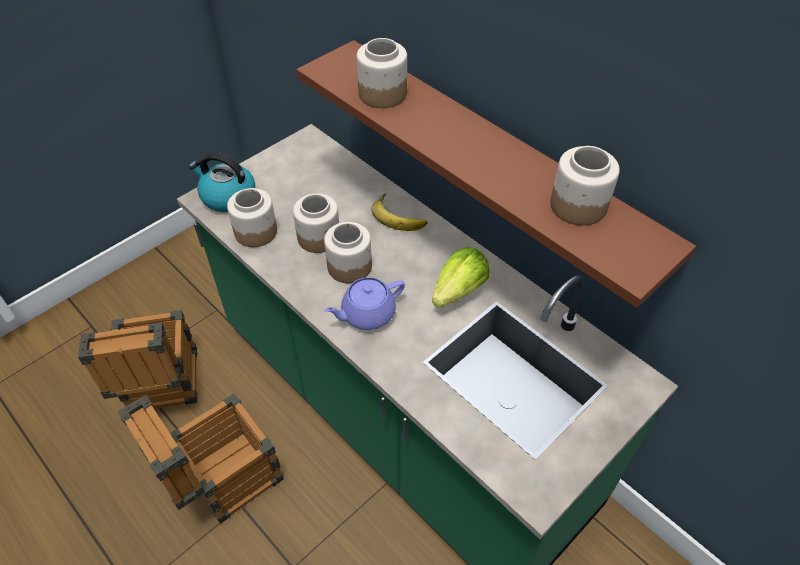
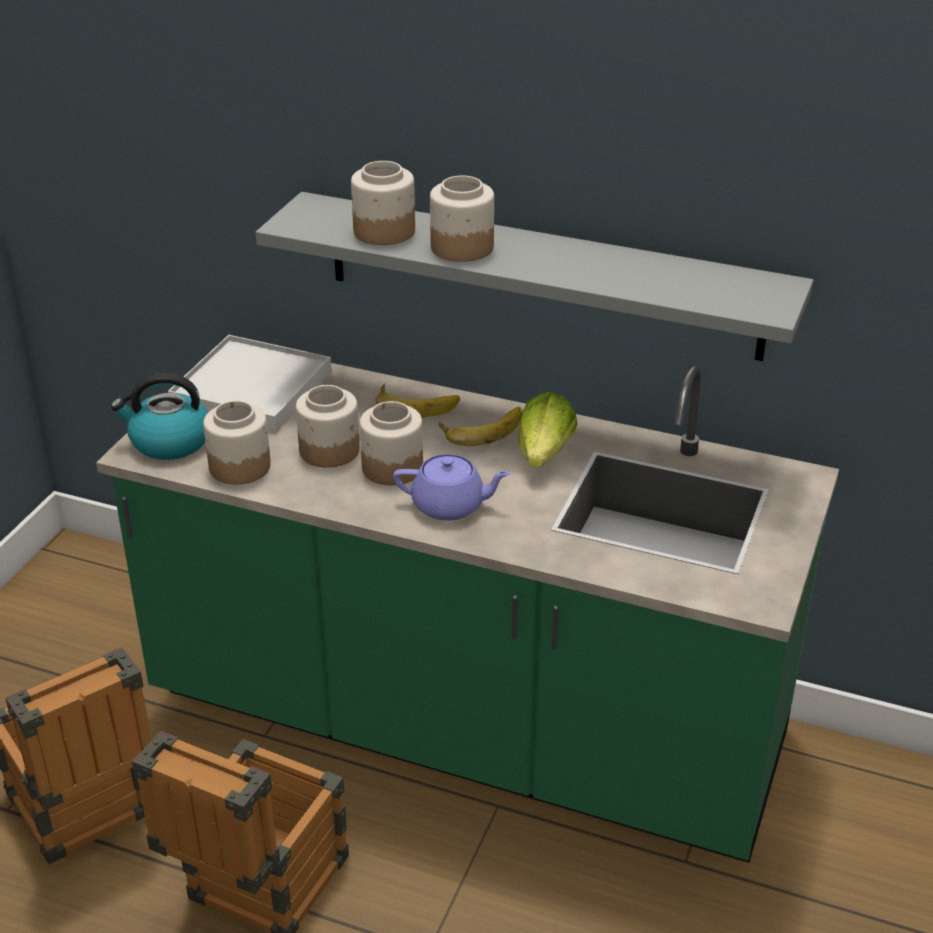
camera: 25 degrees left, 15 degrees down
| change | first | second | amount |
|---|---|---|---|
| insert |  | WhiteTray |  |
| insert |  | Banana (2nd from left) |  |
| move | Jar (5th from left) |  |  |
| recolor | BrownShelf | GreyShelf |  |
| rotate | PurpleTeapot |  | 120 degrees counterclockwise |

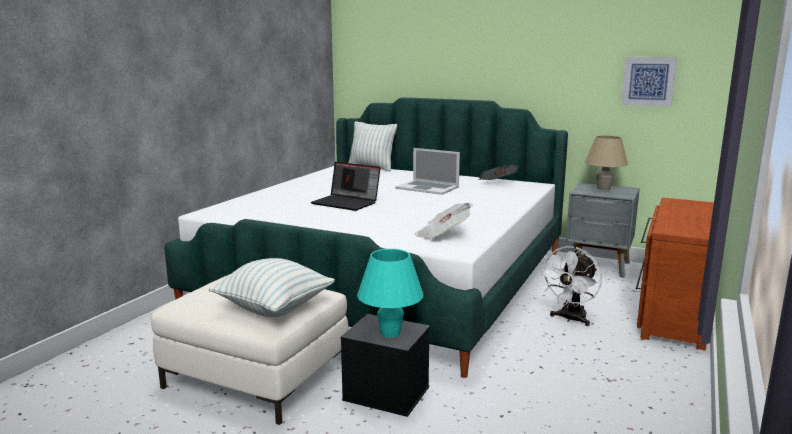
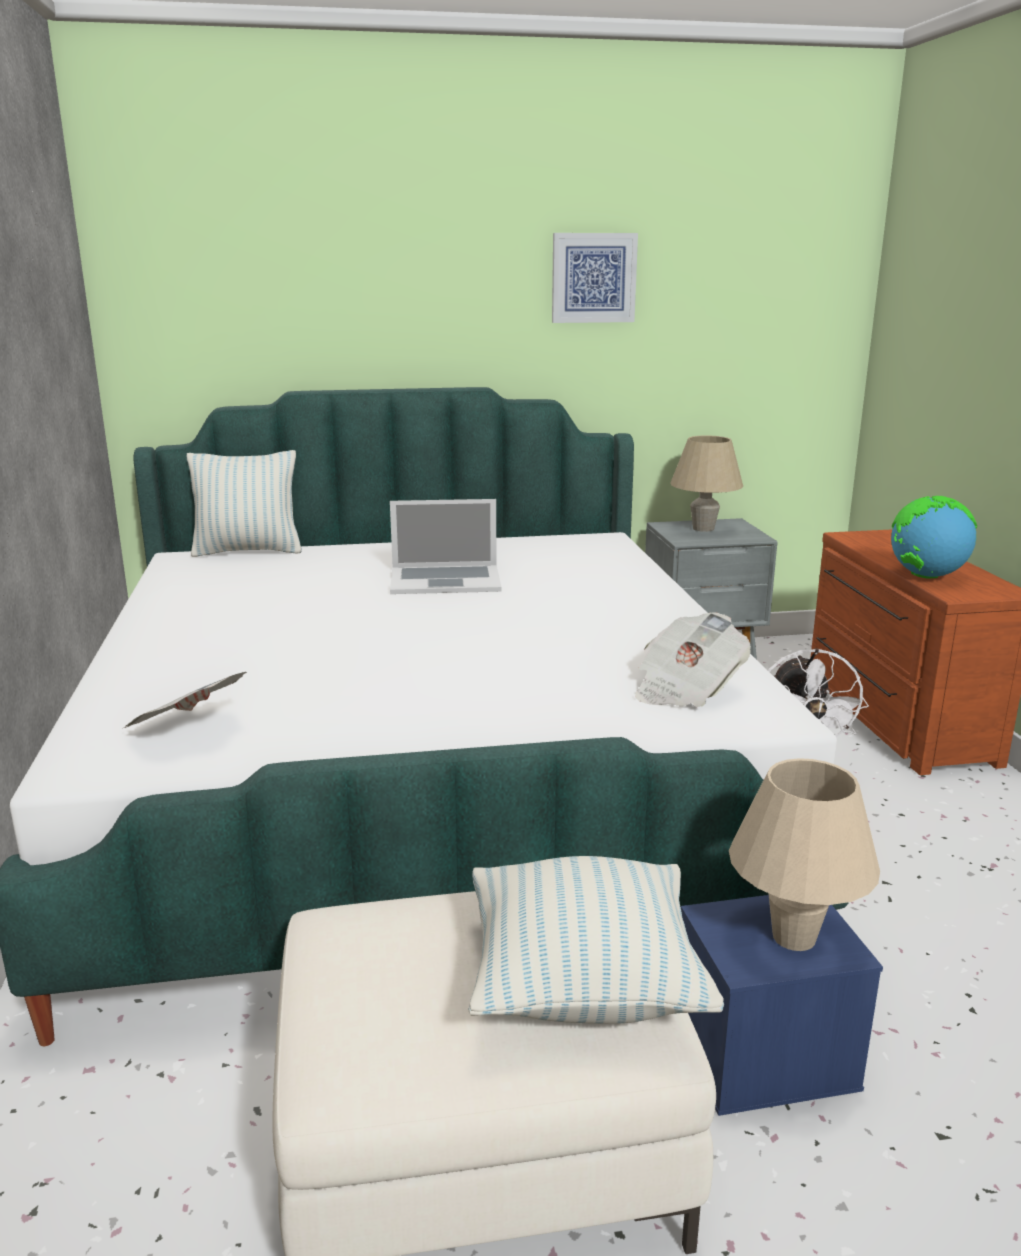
camera: 35 degrees left, 5 degrees up
| change | first | second | amount |
|---|---|---|---|
| delete | Laptop (1st from left) |  |  |
| insert |  | Globe |  |
| move | Newspaper (2nd from left in the first image) | Newspaper (1st from left) |  |
| move | Picture |  |  |
| recolor | BlackStorageBox | BlueStorageBox |  |
| recolor | TurquoiseTableLamp | BeigeTableLamp (2nd from left) |  |

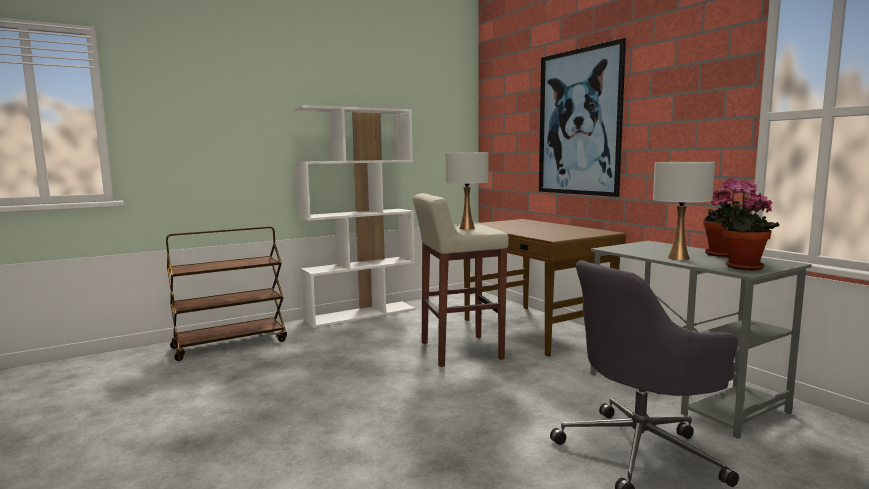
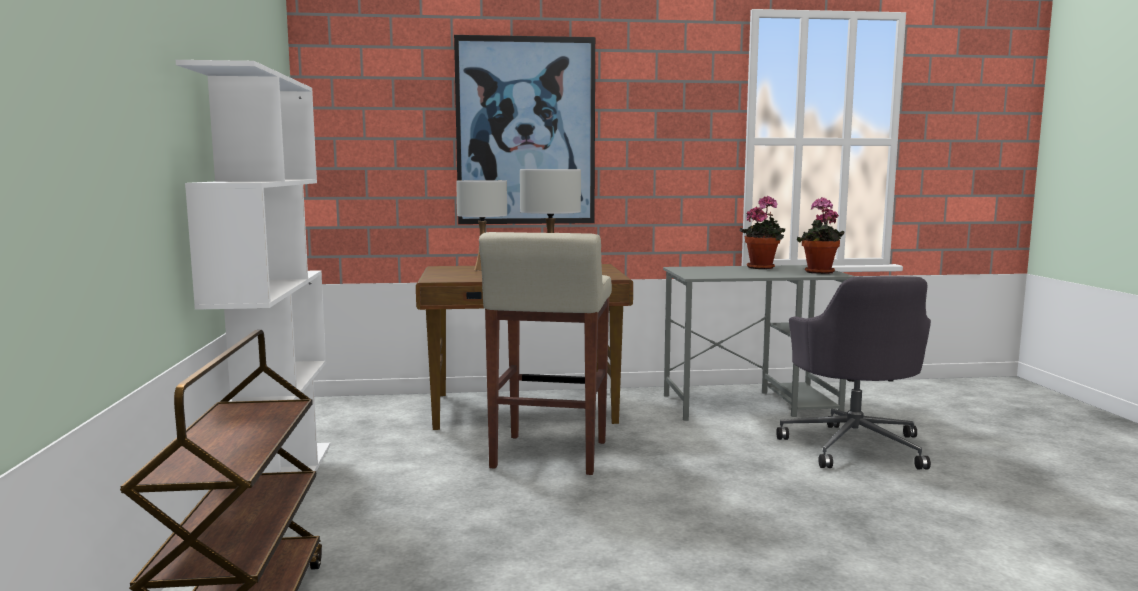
camera: 65 degrees left, 0 degrees up
| change | first | second | amount |
|---|---|---|---|
| move | WhiteTableLamp (2nd from left in the first image) | WhiteTableLamp (1st from left) |  |

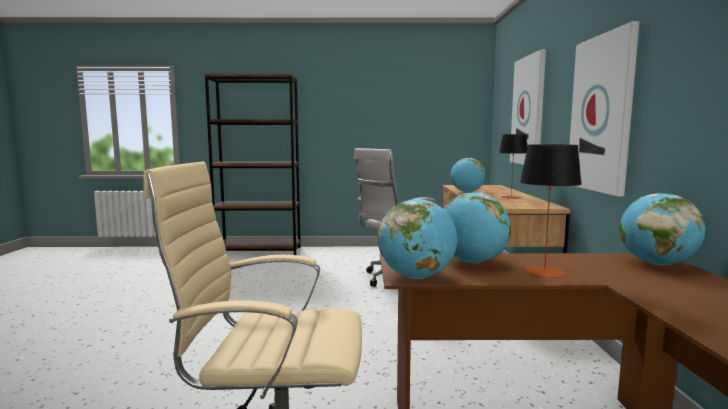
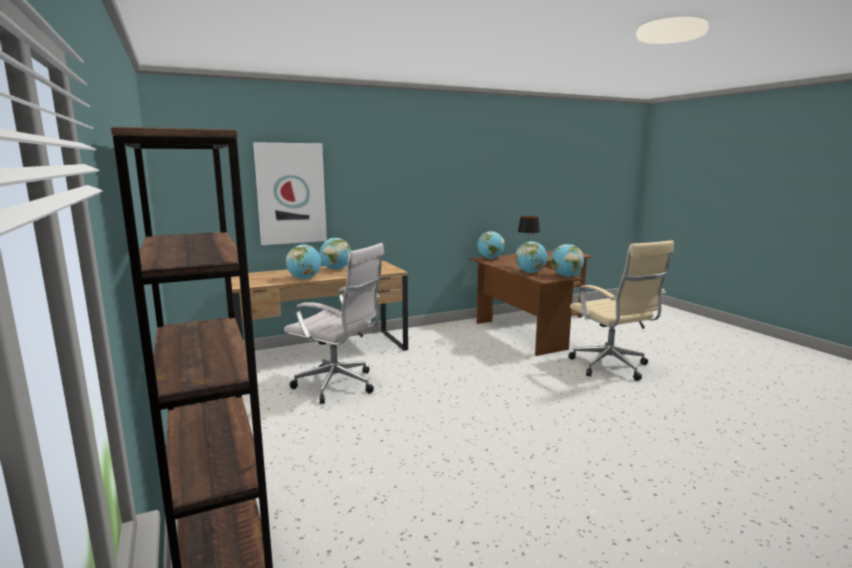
camera: 115 degrees left, 5 degrees up
| change | first | second | amount |
|---|---|---|---|
| delete | Picture (2nd from left) |  |  |
| replace | TableLamp (1st from left) | Globe (2nd from left) |  |

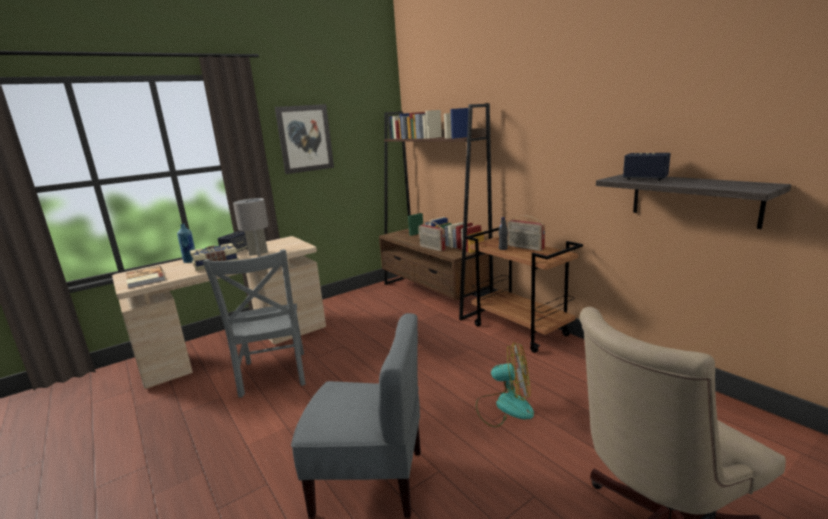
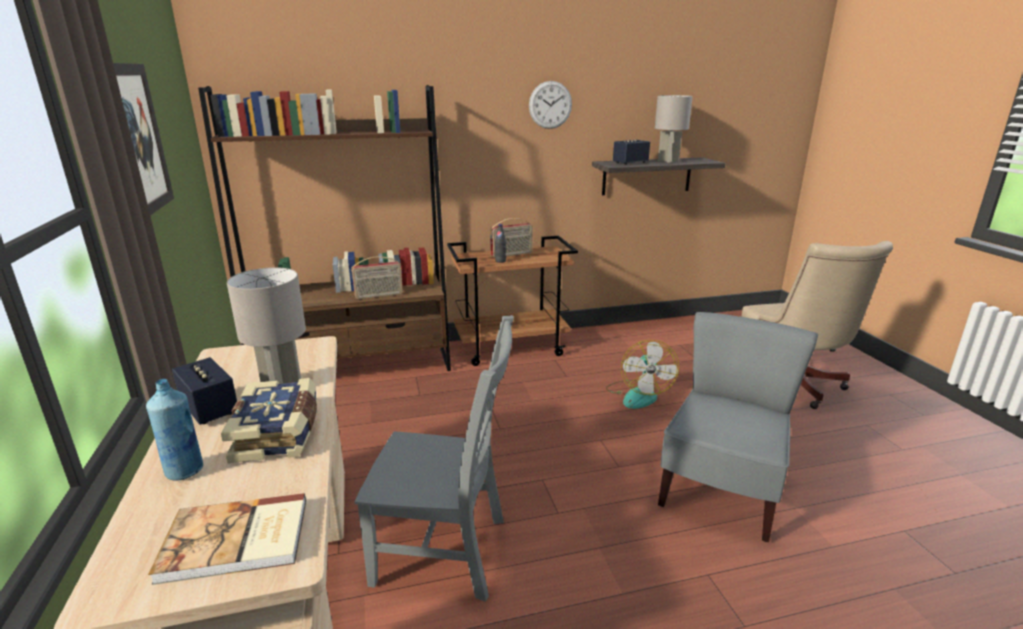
camera: 70 degrees left, 5 degrees up
| change | first | second | amount |
|---|---|---|---|
| insert |  | WallClock |  |
| insert |  | GreyTableLamp (2nd from left) |  |
| rotate | Fan |  | 150 degrees clockwise |

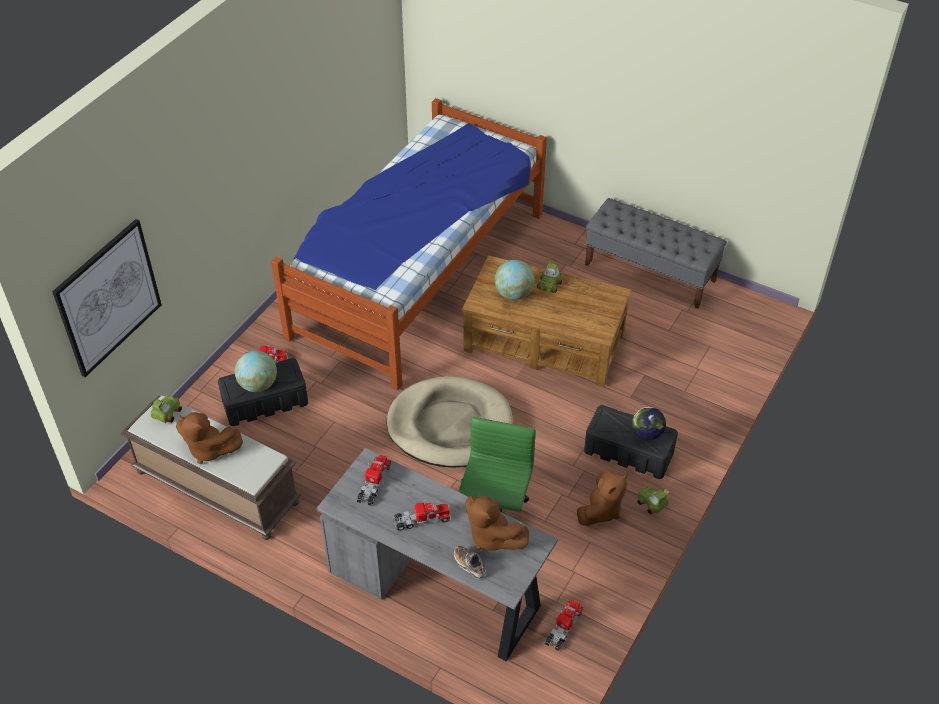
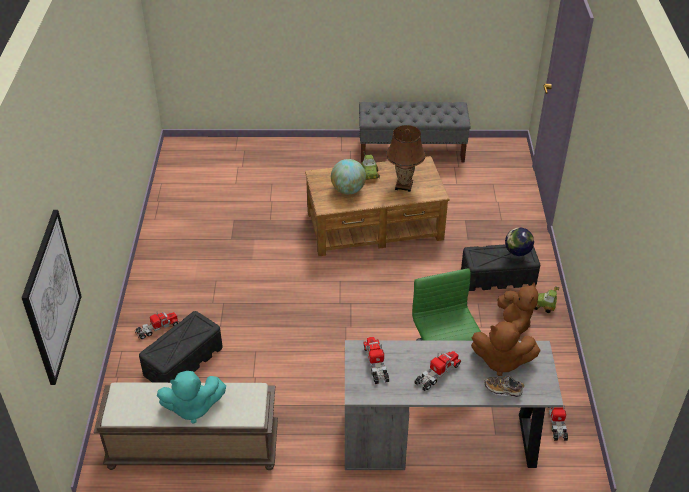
camera: 30 degrees left, 5 degrees down
| change | first | second | amount |
|---|---|---|---|
| delete | ToyCar (1st from left) |  |  |
| delete | Globe (1st from left) |  |  |
| delete | Bed |  |  |
| delete | BeigeDogBed |  |  |
| insert |  | BrownTableLamp |  |
| recolor | BrownPlushToy (1st from left) | TurquoisePlushToy |  |

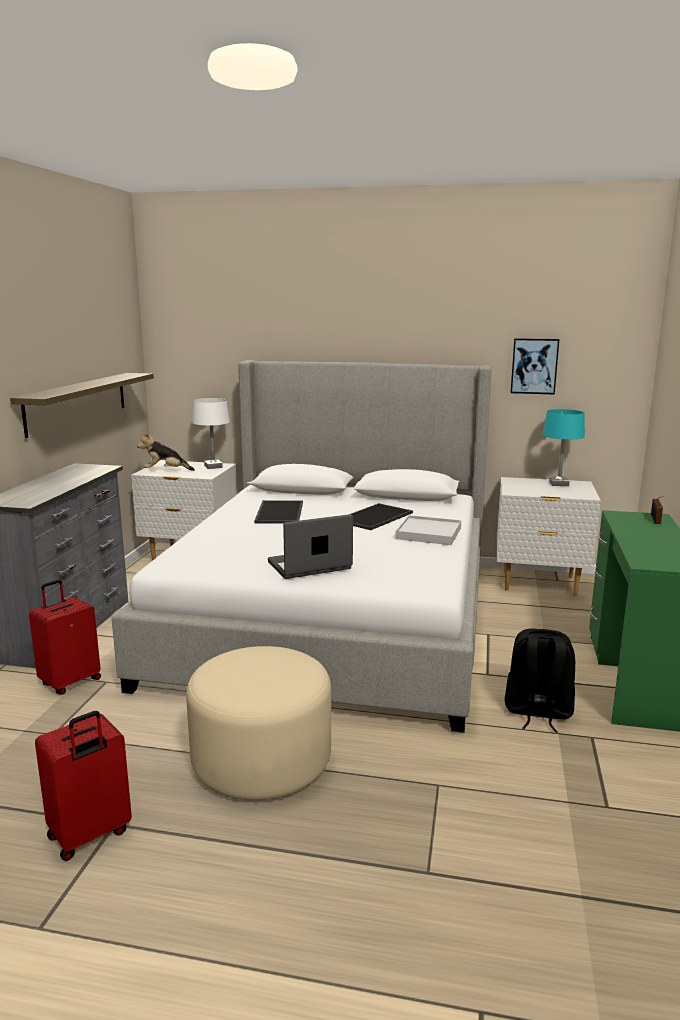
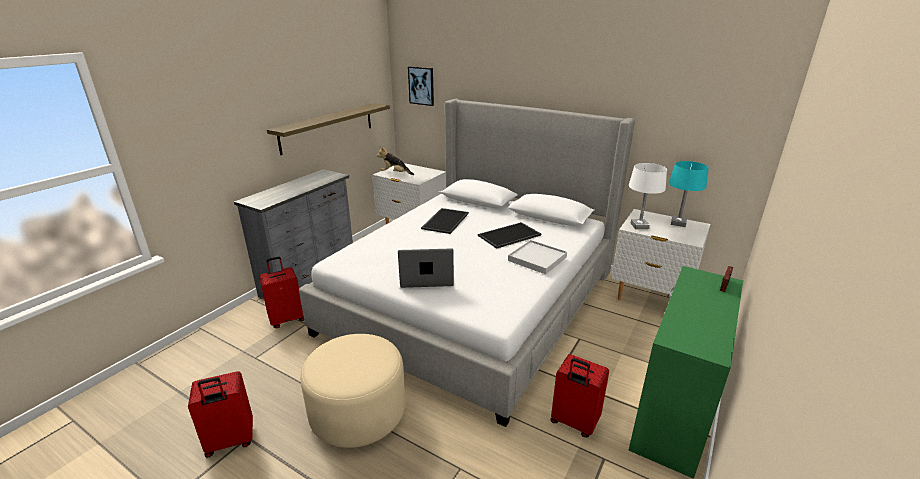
camera: 20 degrees right, 10 degrees up
| change | first | second | amount |
|---|---|---|---|
| move | WhiteTableLamp |  |  |
| move | Picture |  |  |
| replace | BlackBackpack | RedSuitcase (3rd from left) |  |

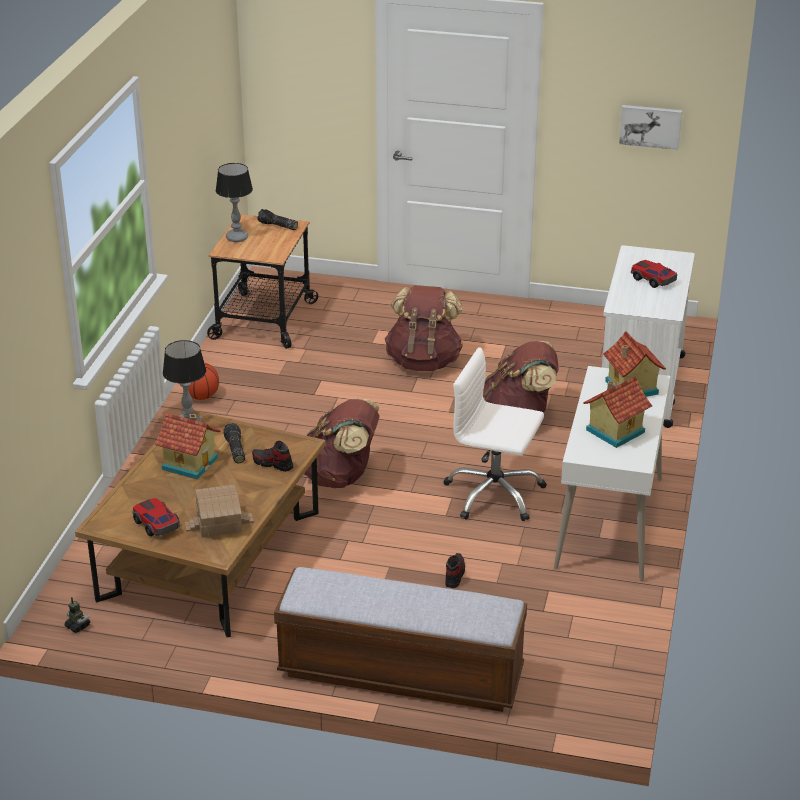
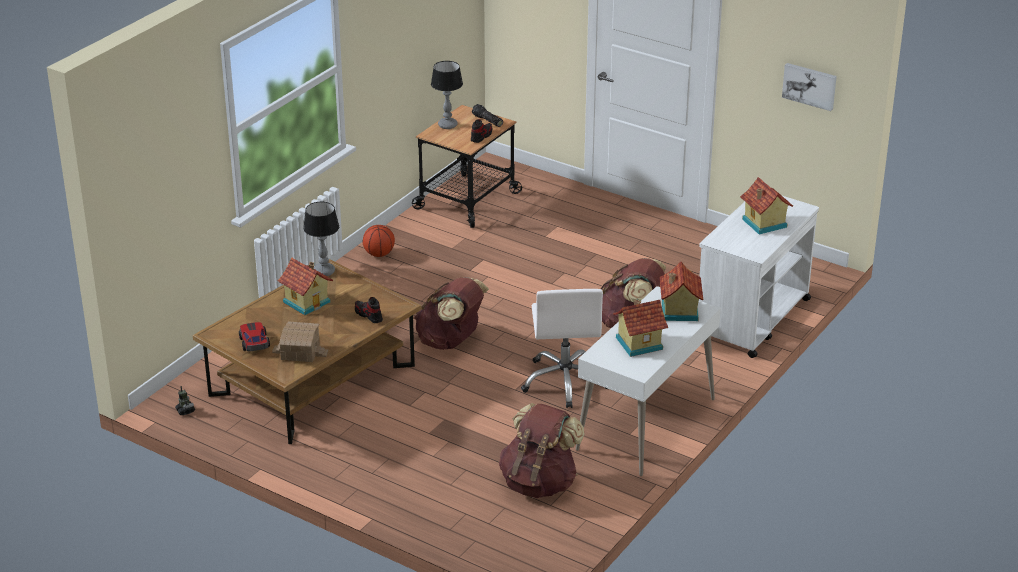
camera: 20 degrees right, 0 degrees up
| change | first | second | amount |
|---|---|---|---|
| delete | Flashlight (1st from left) |  |  |
| delete | Bench |  |  |
| move | BrownBackpack (2nd from left) |  |  |
| move | Shoe (2nd from left) |  |  |
| replace | ToyCar (2nd from left) | ToyHouse (5th from left) |  |
| rotate | WhiteOfficeChair |  | 135 degrees counterclockwise |

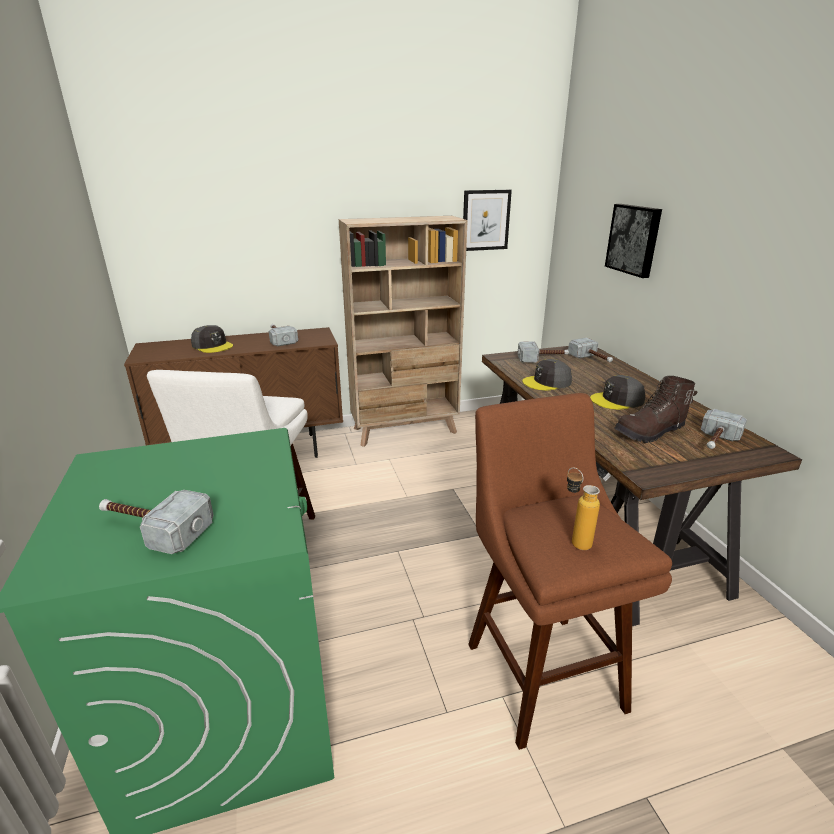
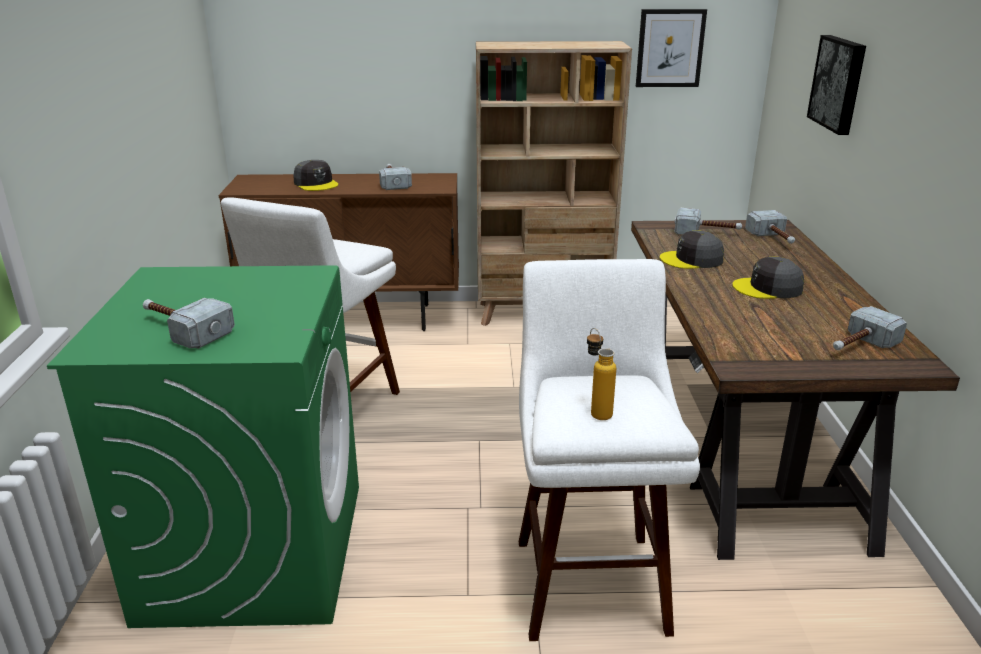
camera: 15 degrees right, 0 degrees up
| change | first | second | amount |
|---|---|---|---|
| delete | BrownBoot |  |  |
| recolor | BrownStool | WhiteStool (2nd from left) |  |

